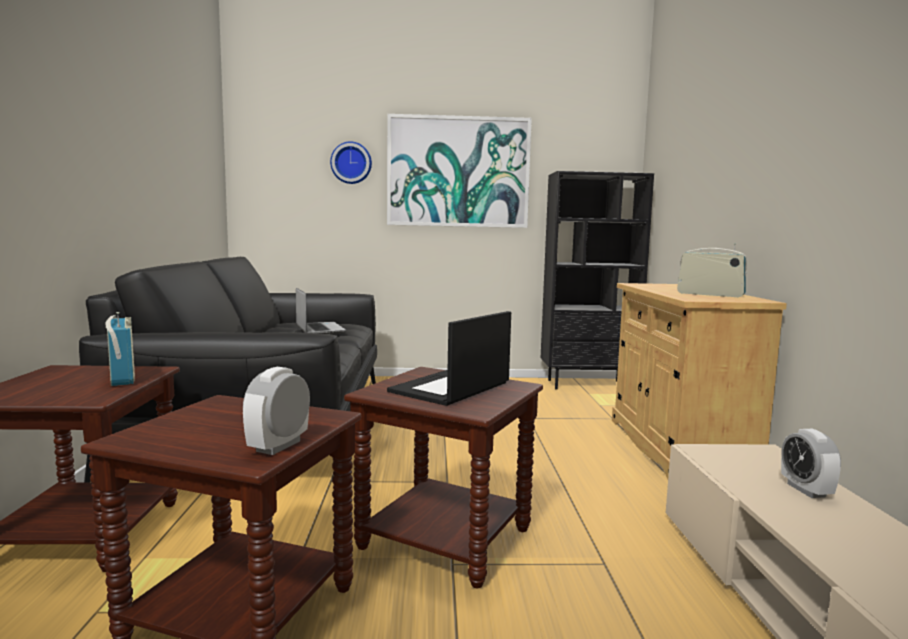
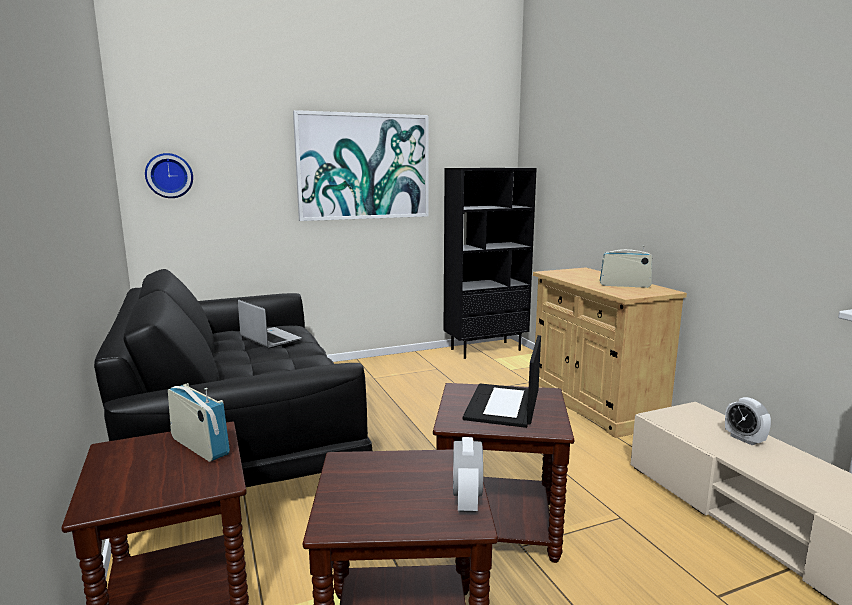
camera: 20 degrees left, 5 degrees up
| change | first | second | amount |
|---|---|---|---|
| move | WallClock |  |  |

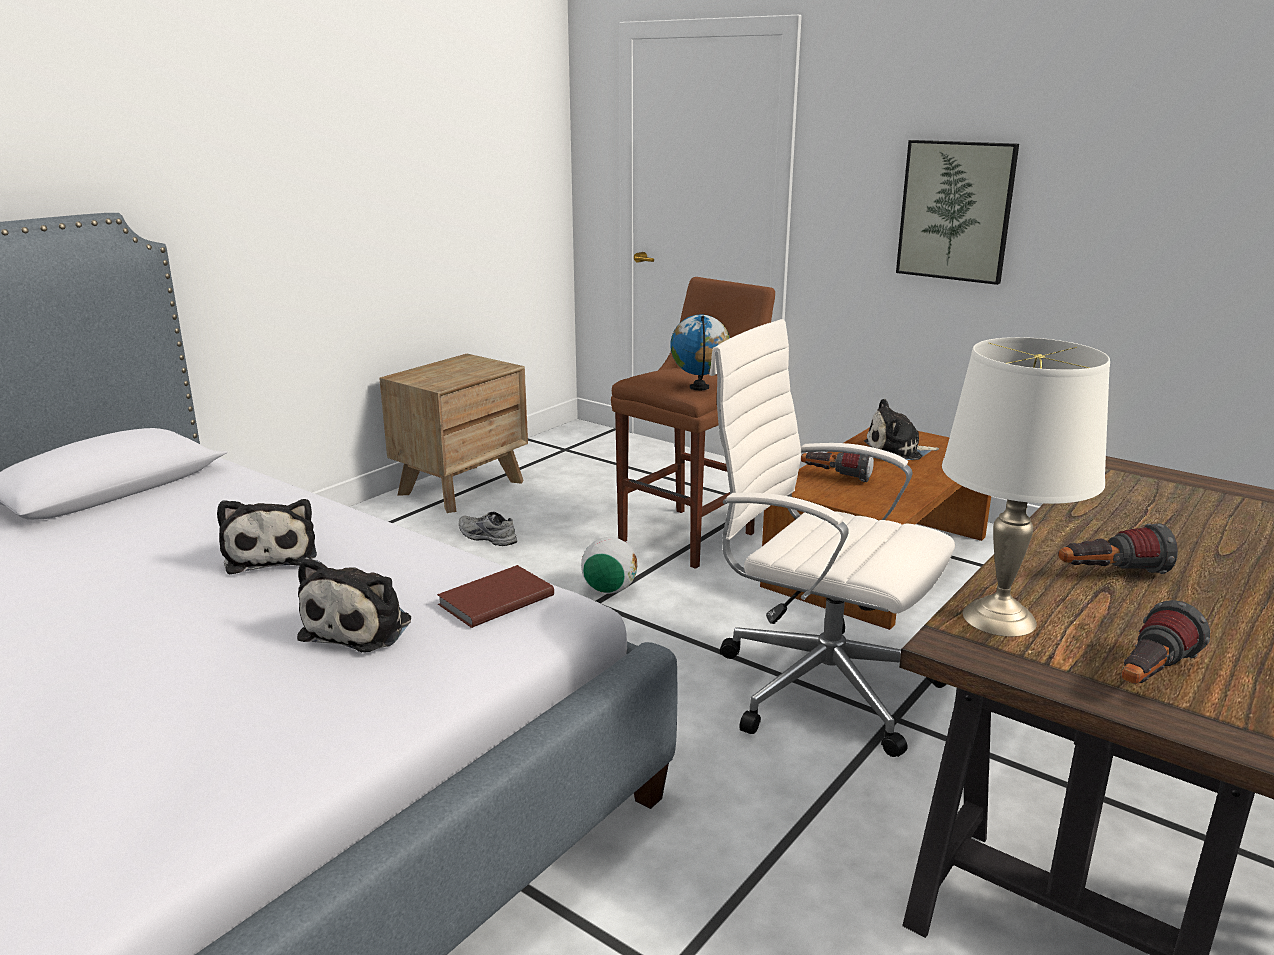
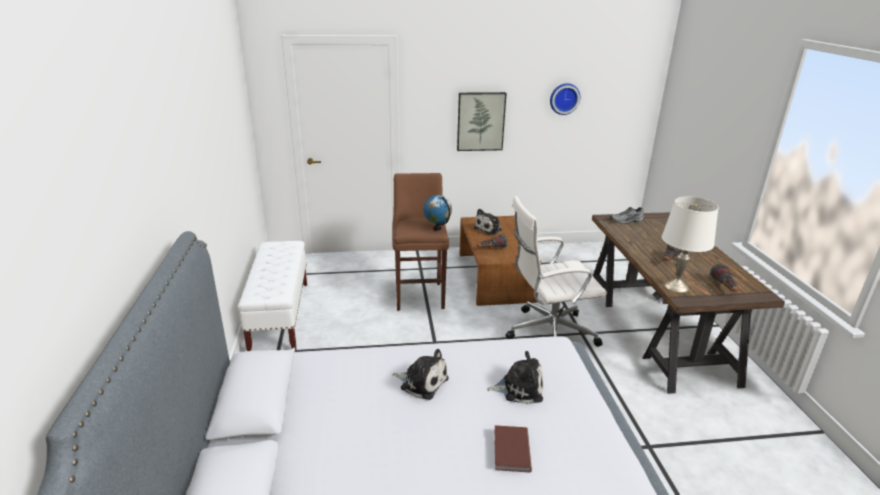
camera: 45 degrees left, 5 degrees up
| change | first | second | amount |
|---|---|---|---|
| delete | Football |  |  |
| insert |  | WallClock |  |
| move | BrownBook |  |  |
| move | GreyShoe |  |  |
| replace | BrownNightstand | WhiteBench |  |
| rotate | PlushToy (2nd from left in the first image) | PlushToy (3rd from left) | 60 degrees counterclockwise |

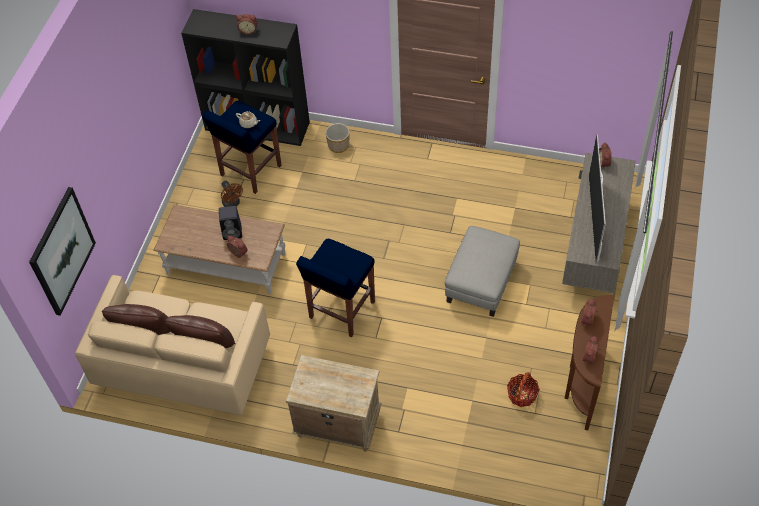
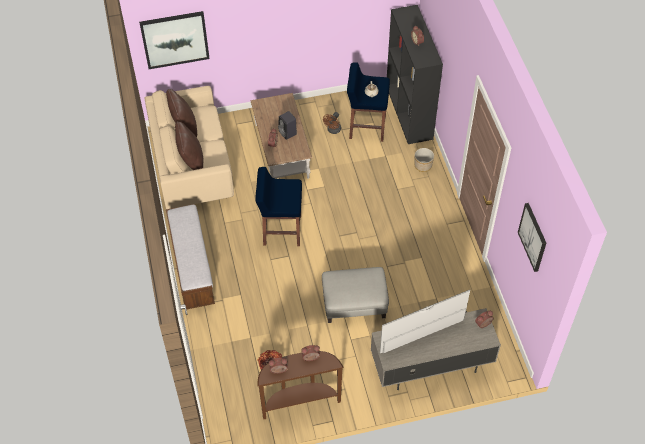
camera: 60 degrees right, 0 degrees up
| change | first | second | amount |
|---|---|---|---|
| insert |  | Picture (2nd from left) |  |
| replace | BeigeNightstand | Bench |  |

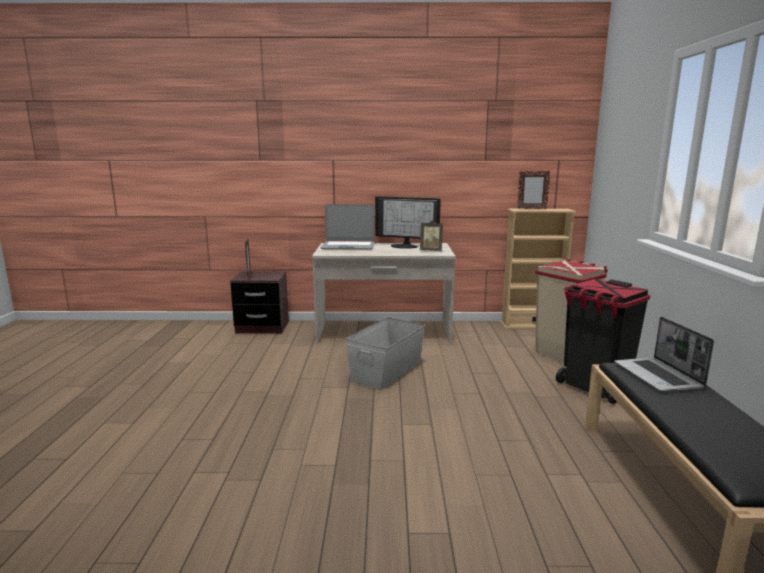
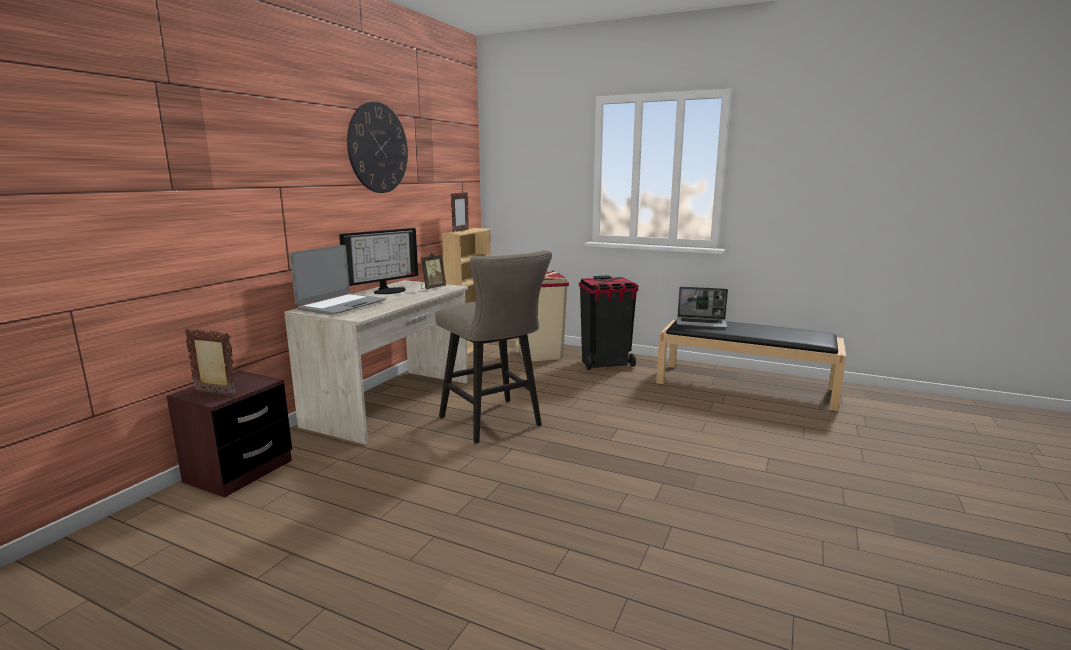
camera: 65 degrees left, 0 degrees up
| change | first | second | amount |
|---|---|---|---|
| insert |  | WallClock |  |
| replace | GreyStorageBox | BeigeStool |  |

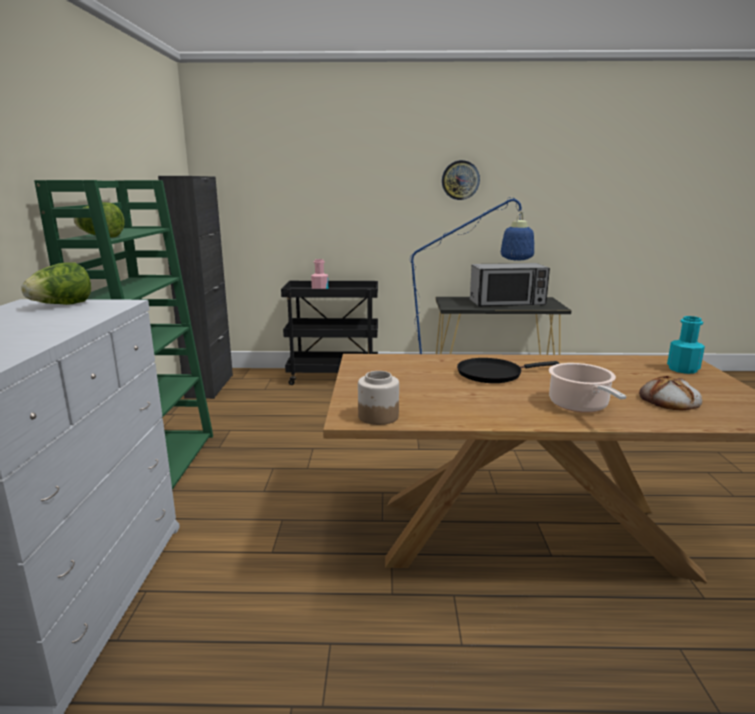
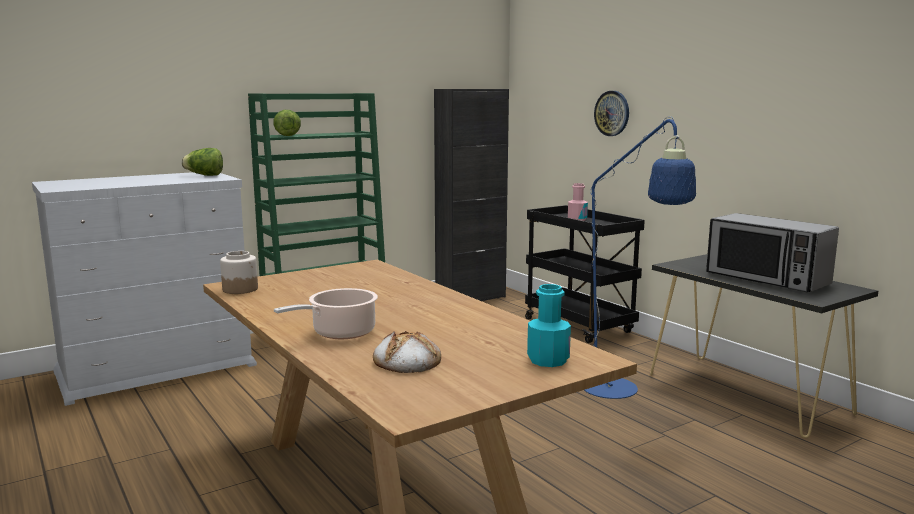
camera: 55 degrees right, 5 degrees down
| change | first | second | amount |
|---|---|---|---|
| delete | BlackFryingPan |  |  |
| move | WallClock |  |  |

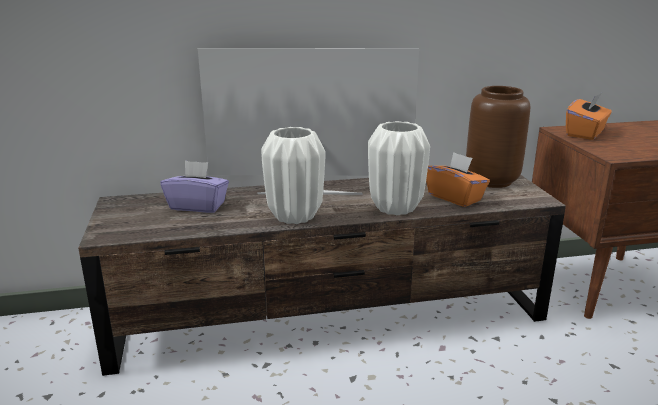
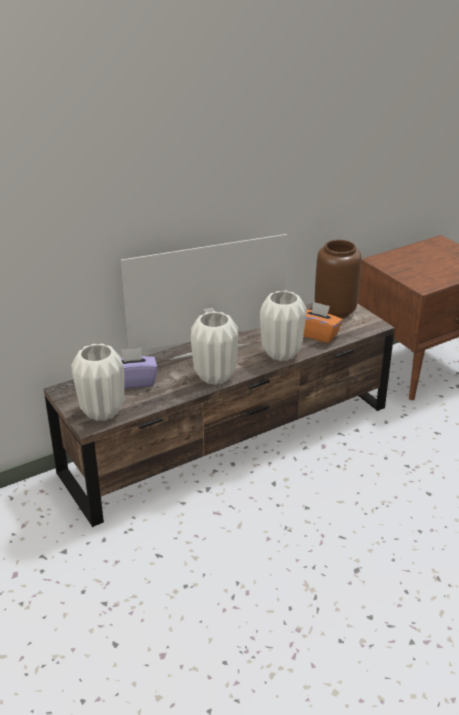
camera: 20 degrees left, 10 degrees up
| change | first | second | amount |
|---|---|---|---|
| delete | OrangeTissueBox (2nd from left) |  |  |
| insert |  | WhiteVase (1st from left) |  |

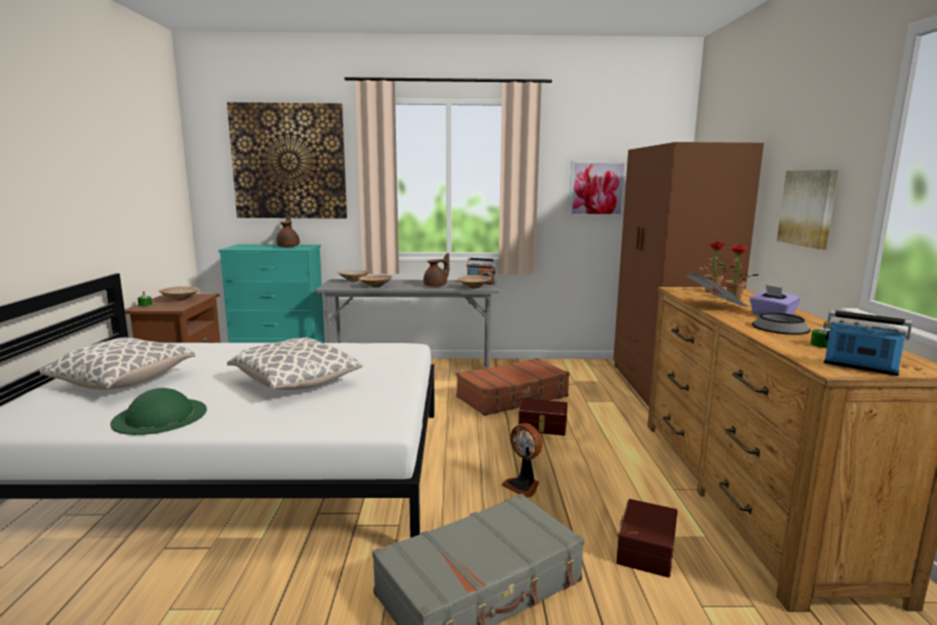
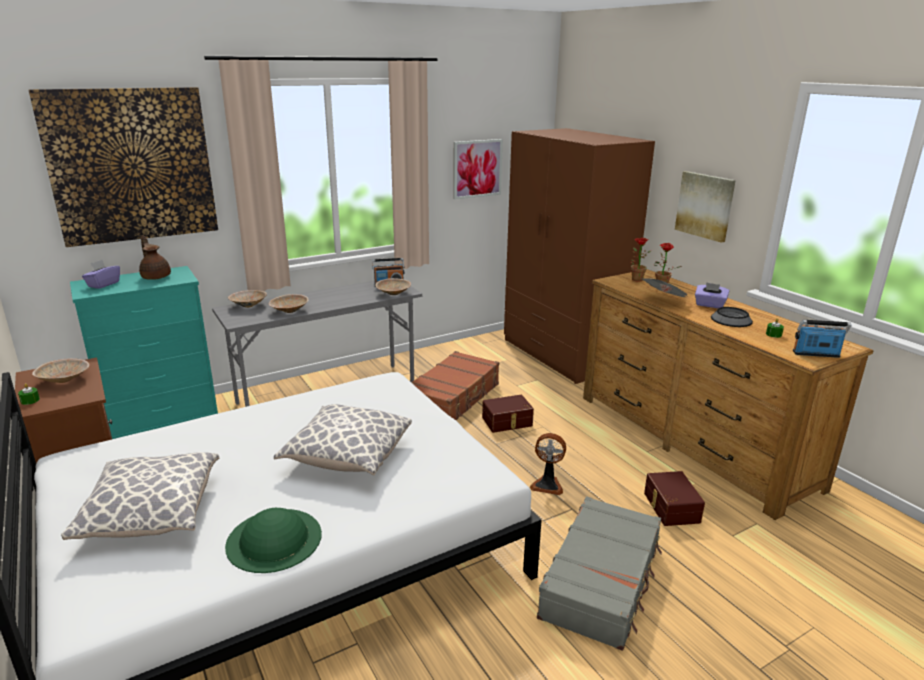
camera: 30 degrees left, 10 degrees up
| change | first | second | amount |
|---|---|---|---|
| delete | BrownTeapot (2nd from left) |  |  |
| insert |  | PurpleTissueBox (1st from left) |  |

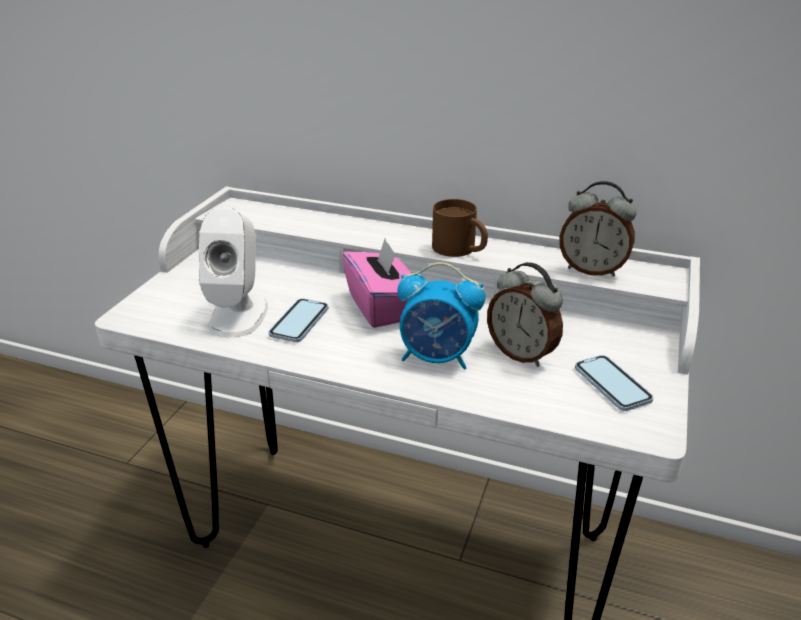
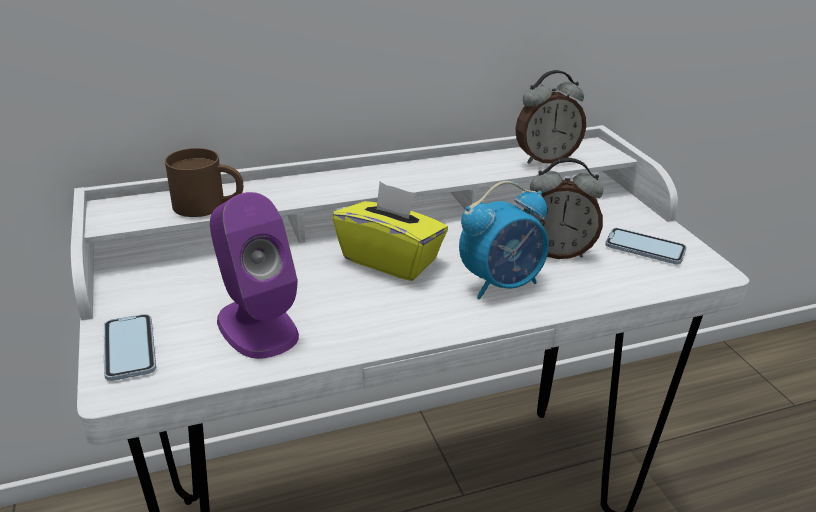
camera: 40 degrees left, 0 degrees up
| change | first | second | amount |
|---|---|---|---|
| move | Phone (1st from left) |  |  |
| move | BrownMug |  |  |
| recolor | WhiteSpeaker | PurpleSpeaker |  |
| recolor | PinkTissueBox | YellowTissueBox |  |

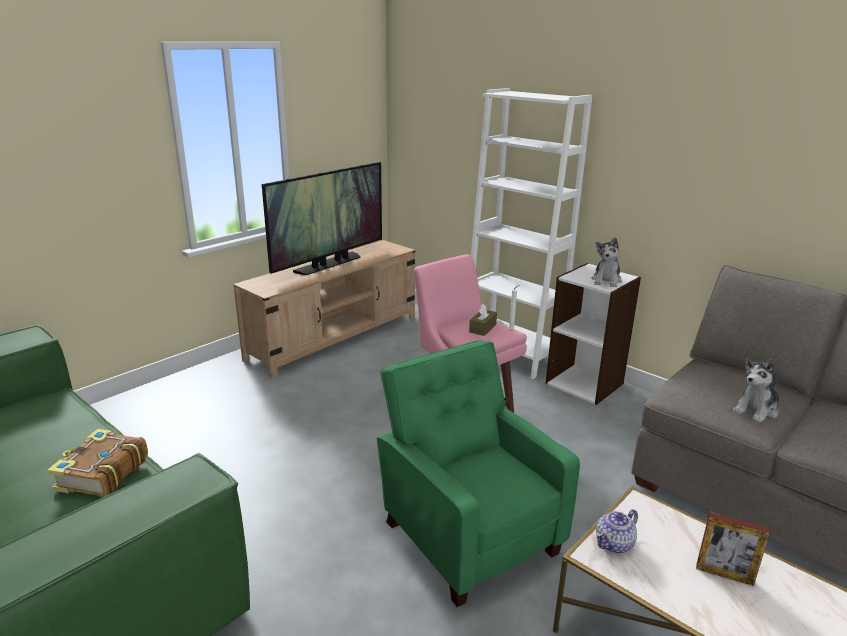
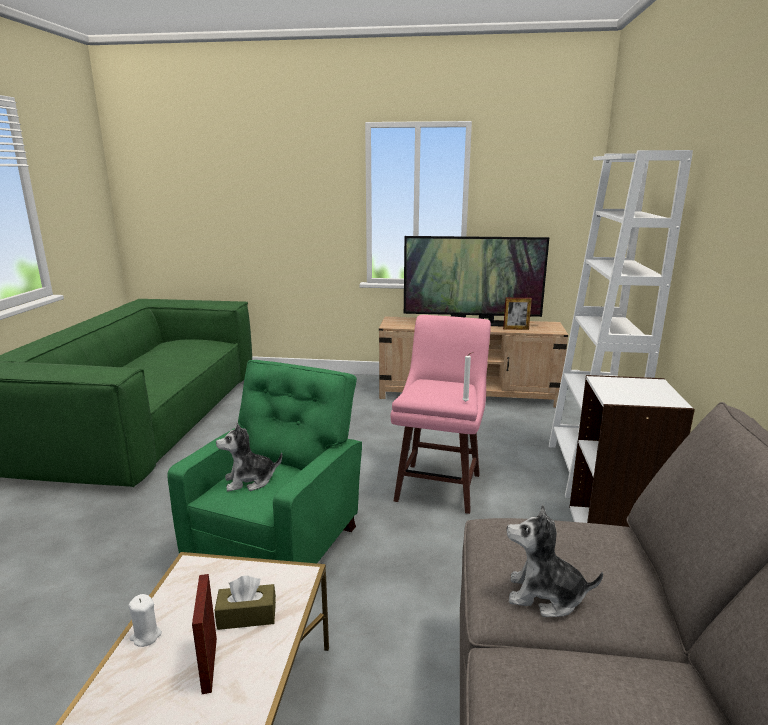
camera: 55 degrees right, 5 degrees down
| change | first | second | amount |
|---|---|---|---|
| delete | Book |  |  |
| delete | Teapot |  |  |
| insert |  | WhiteCandle (1st from left) |  |
| insert |  | PictureFrame (2nd from left) |  |
| move | BrownTissueBox |  |  |
| move | PlushToy (1st from left) |  |  |

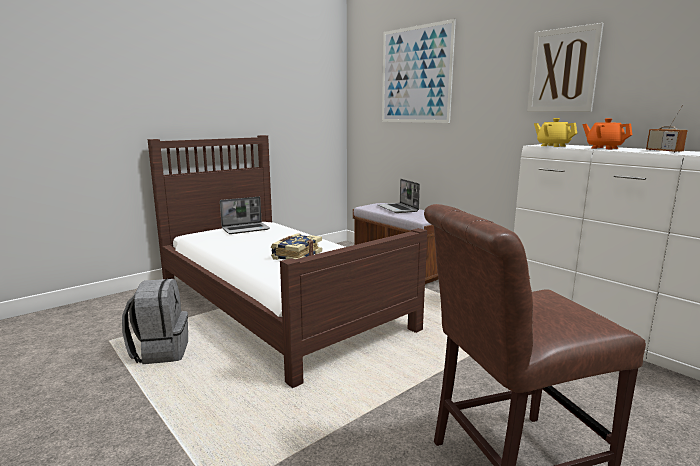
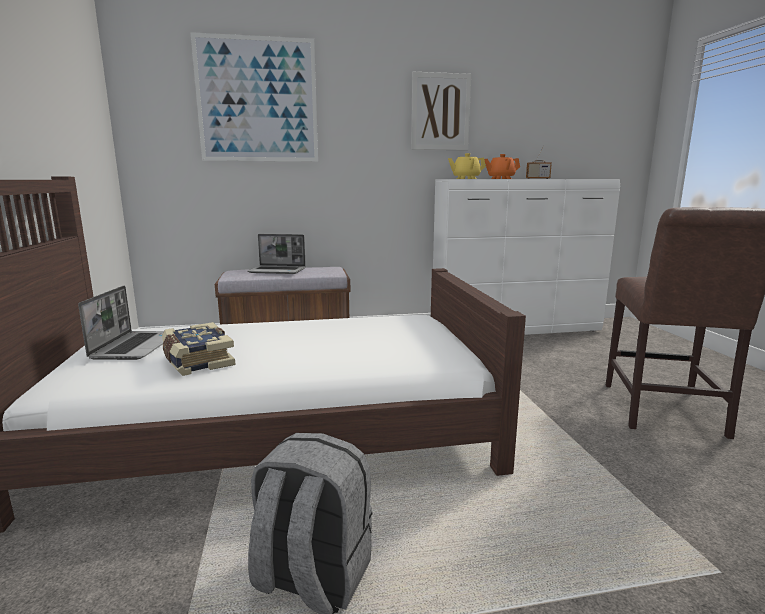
camera: 60 degrees left, 0 degrees up
| change | first | second | amount |
|---|---|---|---|
| move | Book |  |  |

